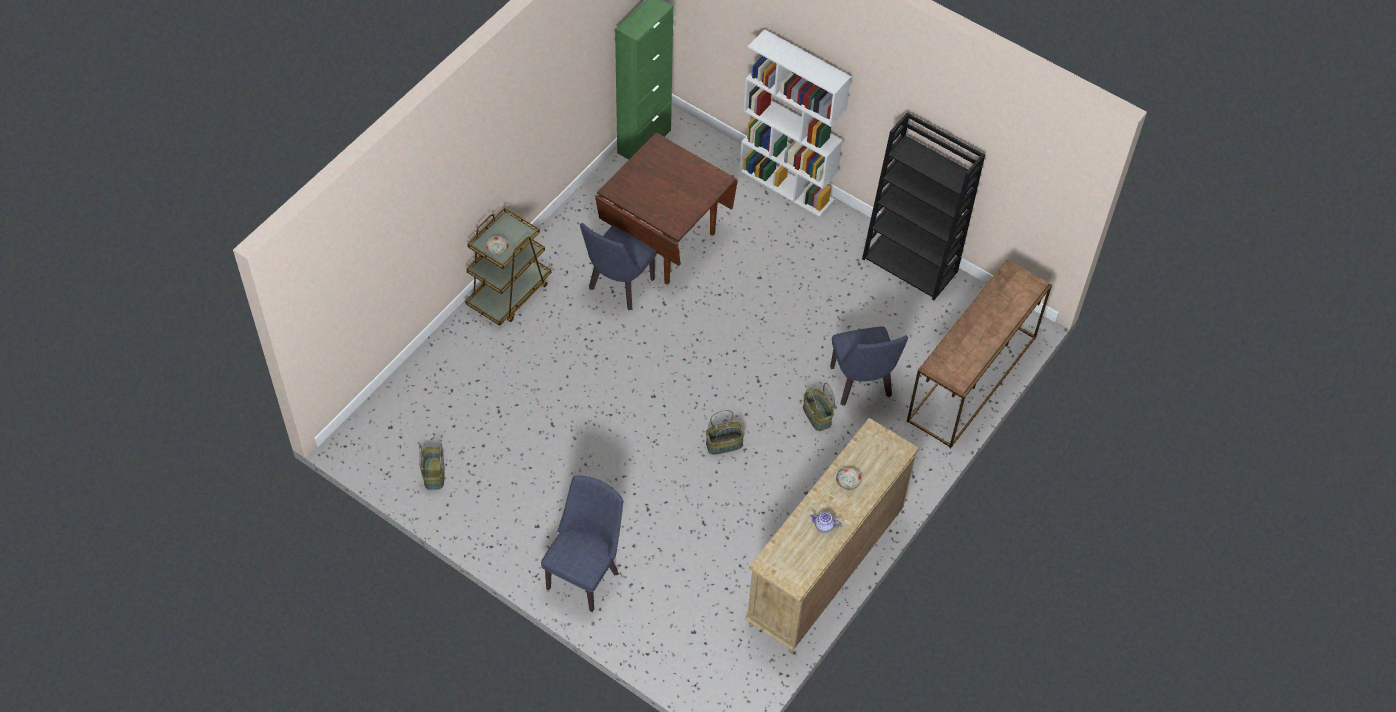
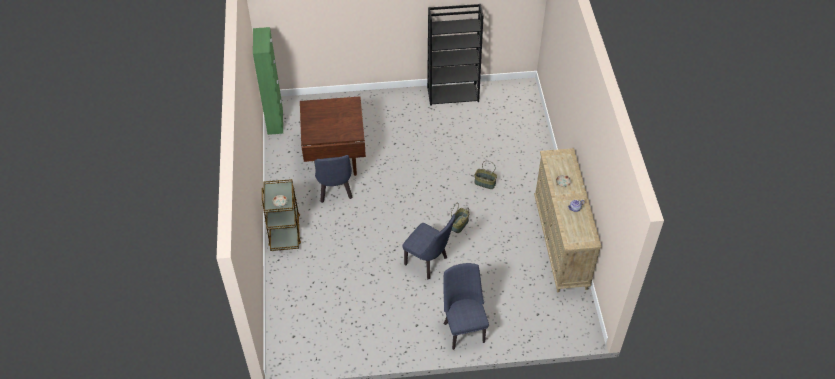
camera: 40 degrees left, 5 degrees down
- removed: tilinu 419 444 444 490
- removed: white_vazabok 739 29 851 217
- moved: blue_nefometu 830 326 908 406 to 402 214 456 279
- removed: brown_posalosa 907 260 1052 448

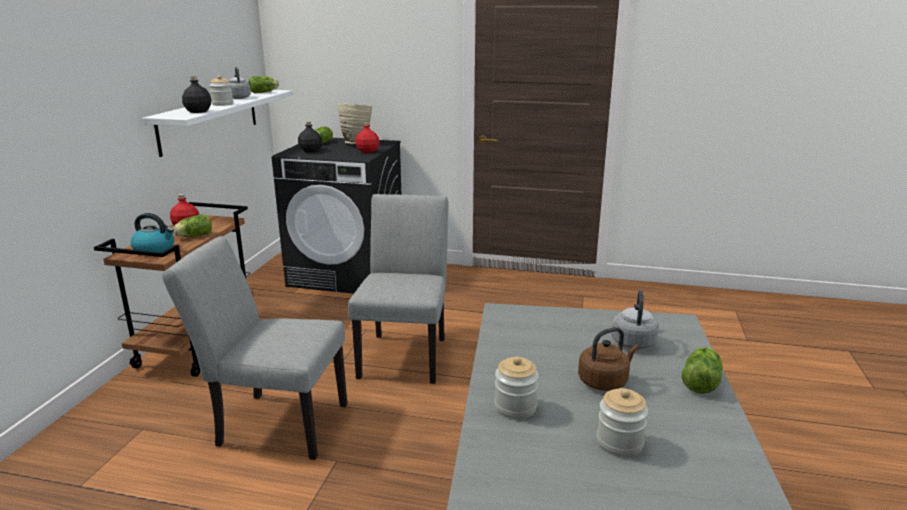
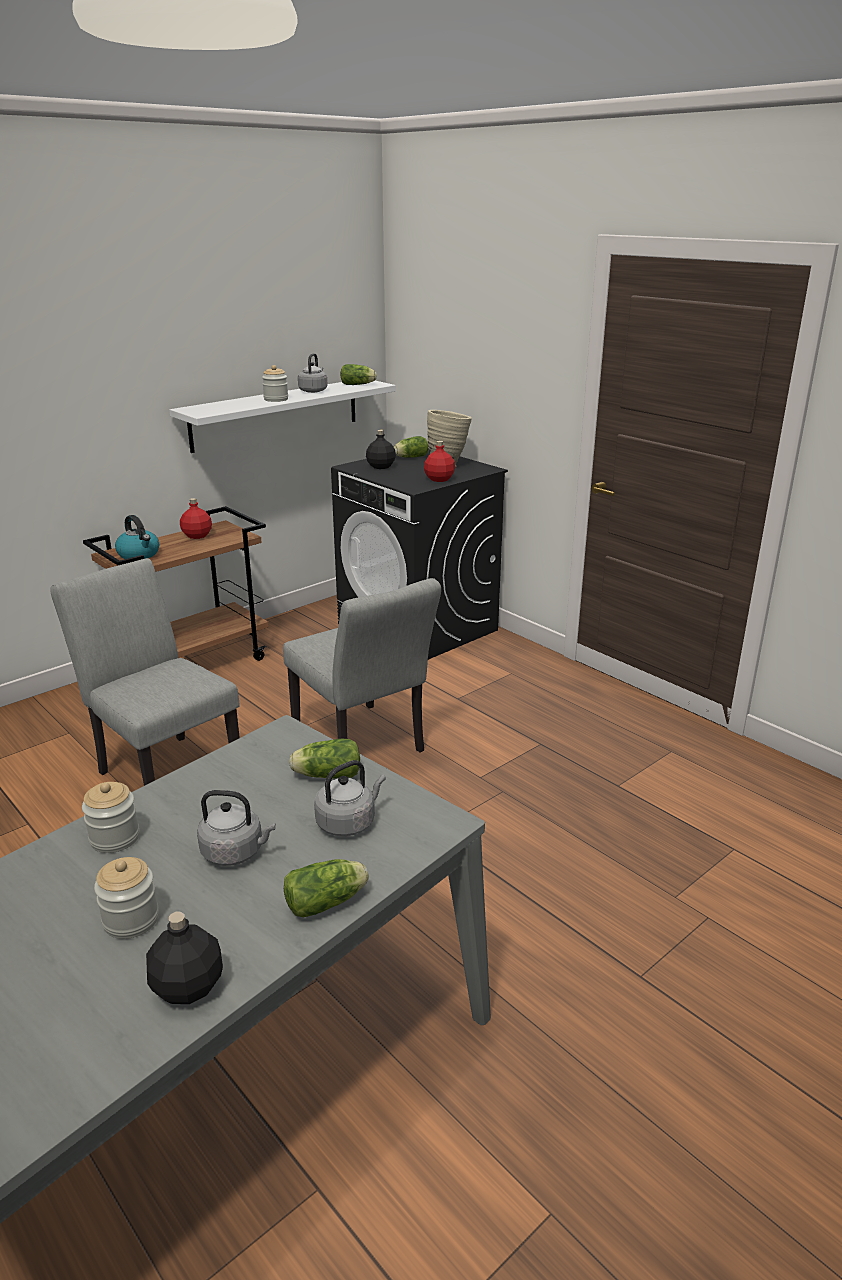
camera: 35 degrees right, 5 degrees up
- moved: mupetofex 173 214 212 237 to 289 739 360 778
- moved: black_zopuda 182 76 212 113 to 146 911 223 1004
- turned: grey_nefometu 348 194 449 384 = 283 578 441 753 105 degrees clockwise
- recoloured: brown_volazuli 578 327 639 391 to grey_volazuli 197 790 275 866

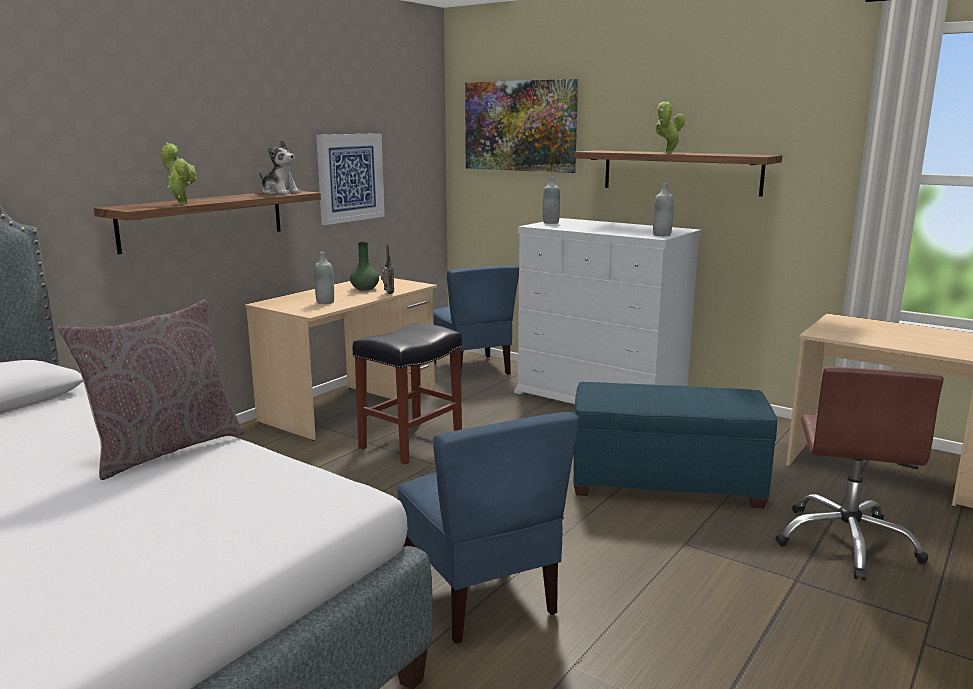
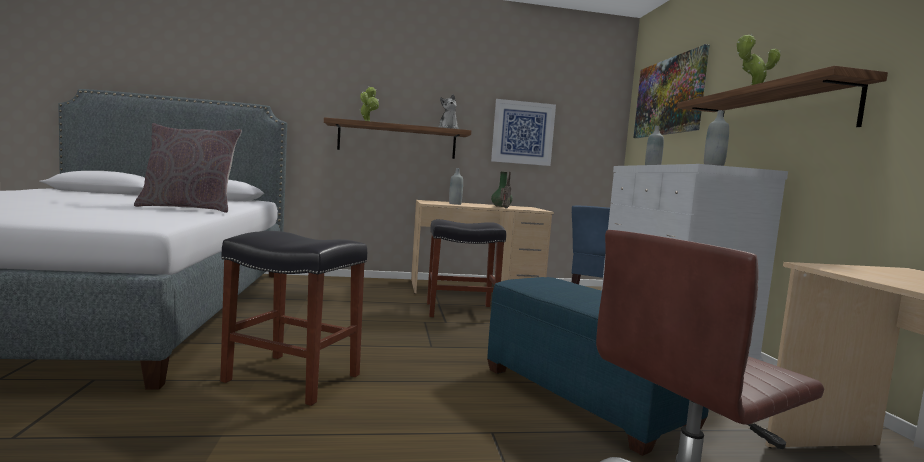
camera: 45 degrees right, 10 degrees down
- replaced: blue_nefometu 397 412 579 644 to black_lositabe 220 231 367 406

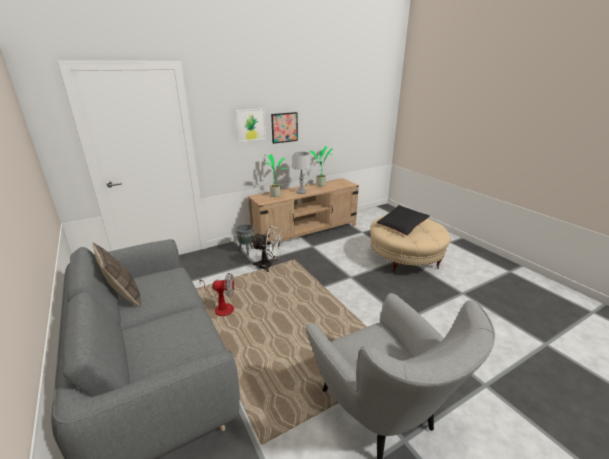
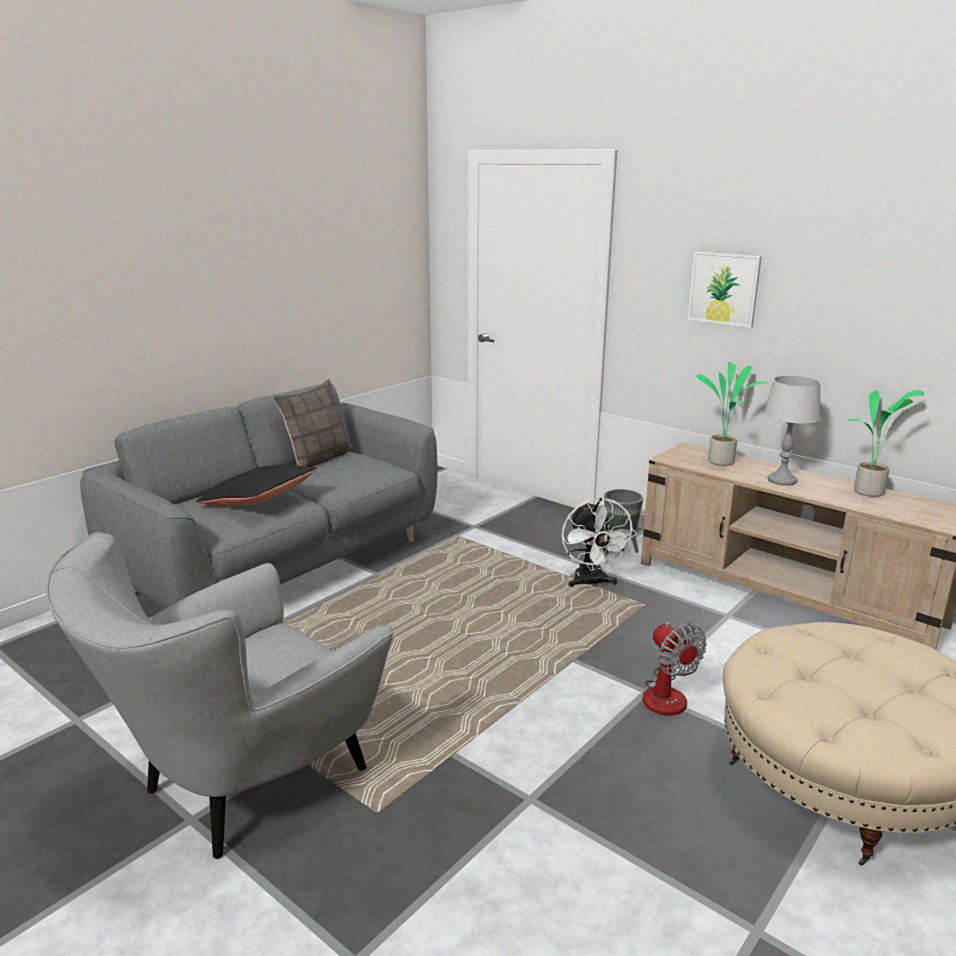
camera: 70 degrees right, 5 degrees down
- moved: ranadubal 199 273 234 316 to 643 615 706 716
- removed: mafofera 271 112 298 144
- moved: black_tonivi 376 205 430 236 to 196 464 317 507

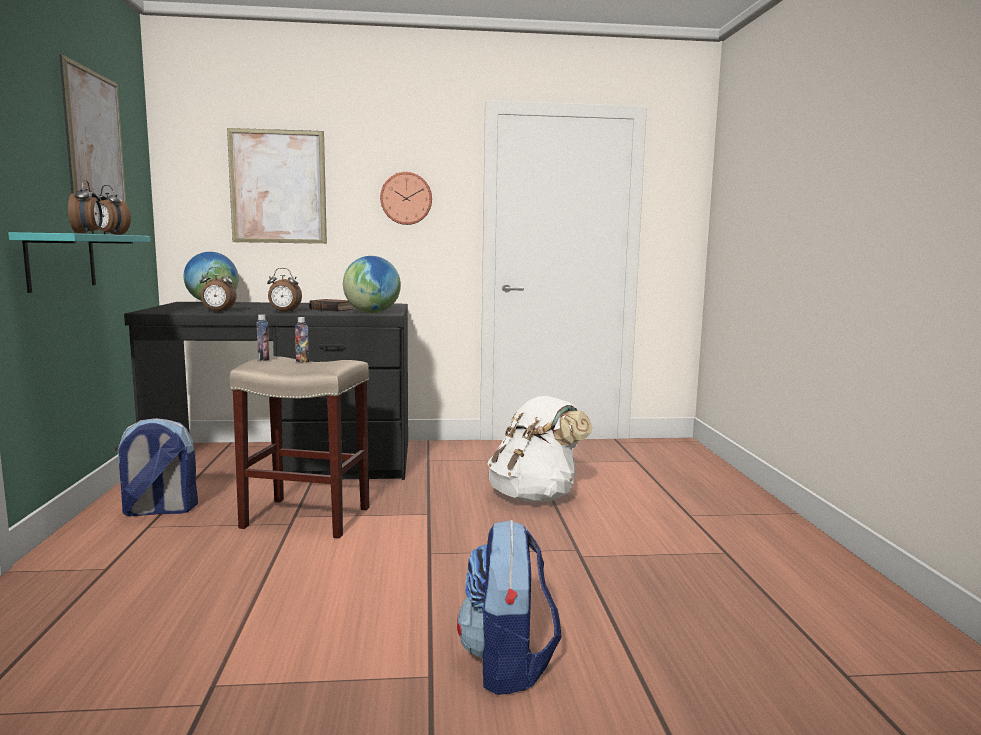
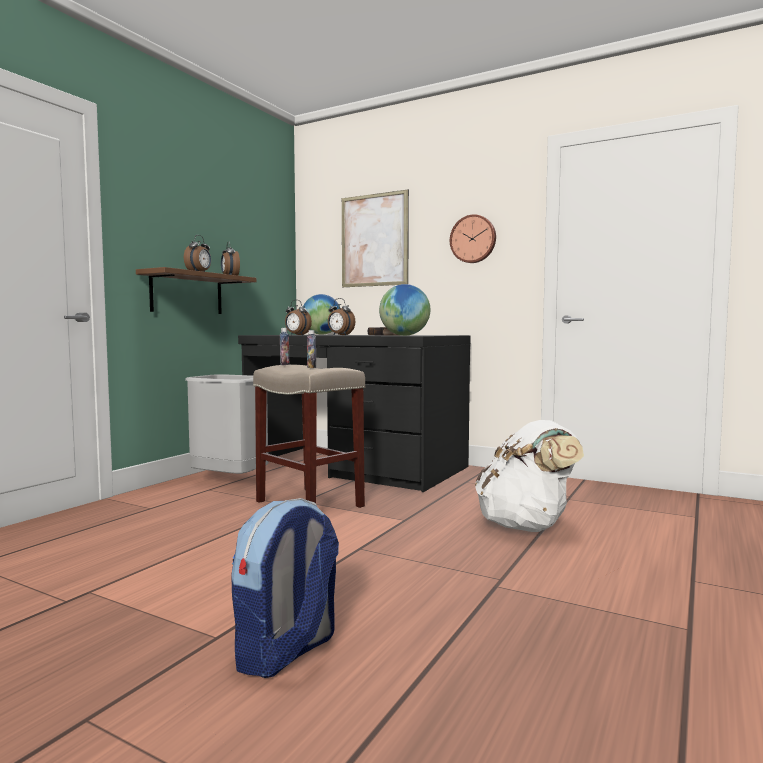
camera: 35 degrees right, 5 degrees down
- recoloured: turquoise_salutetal 8 232 151 293 to brown_salutetal 136 267 256 314
- removed: mafofera 59 54 126 203
- replaced: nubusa 115 418 198 517 to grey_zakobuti 185 374 268 474

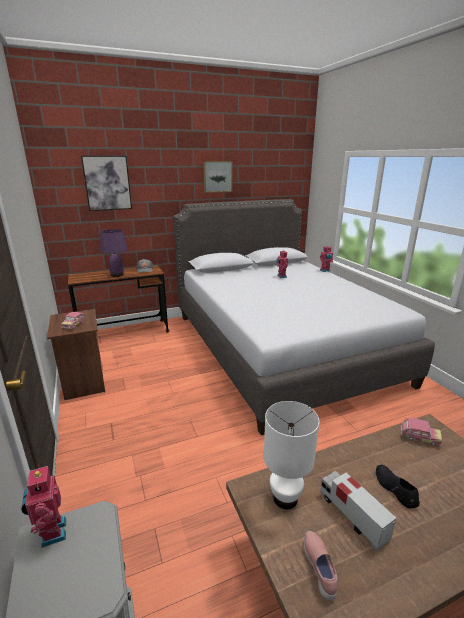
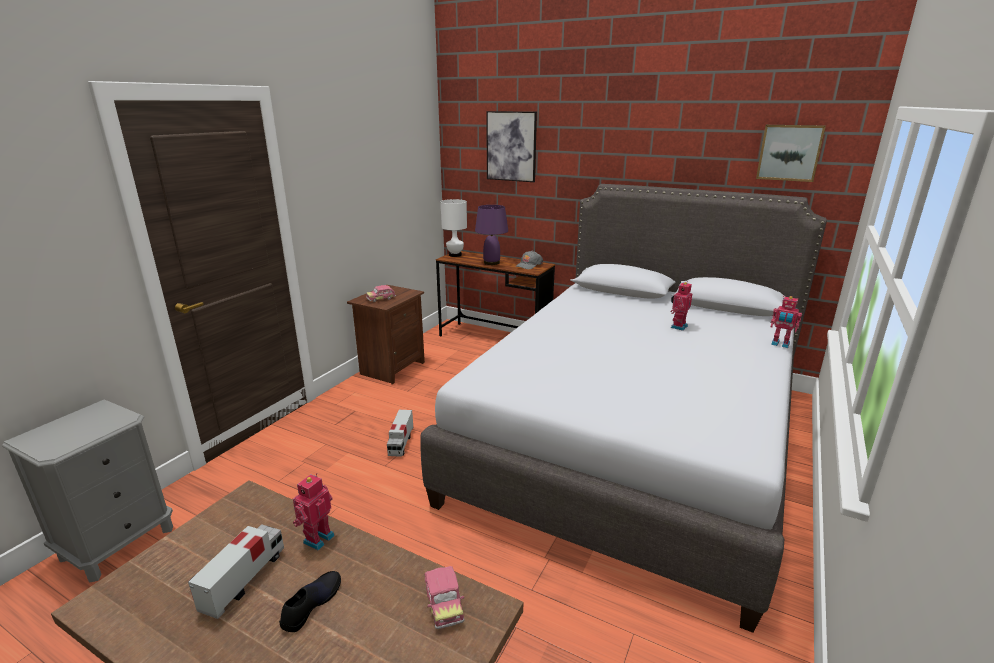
camera: 50 degrees right, 0 degrees up
- moved: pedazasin 21 465 66 548 to 293 473 335 550
- moved: mafofera 203 161 232 193 to 756 125 826 182
- moved: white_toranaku 264 401 319 510 to 441 199 467 257
- removed: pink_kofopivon 304 531 338 600
- added: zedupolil 387 410 413 457

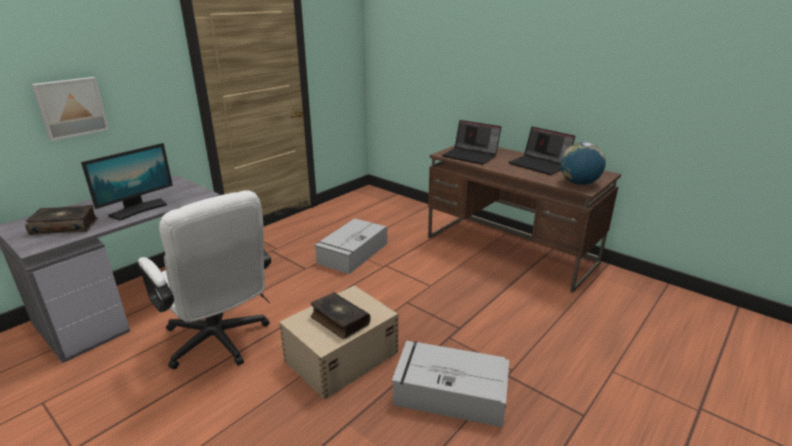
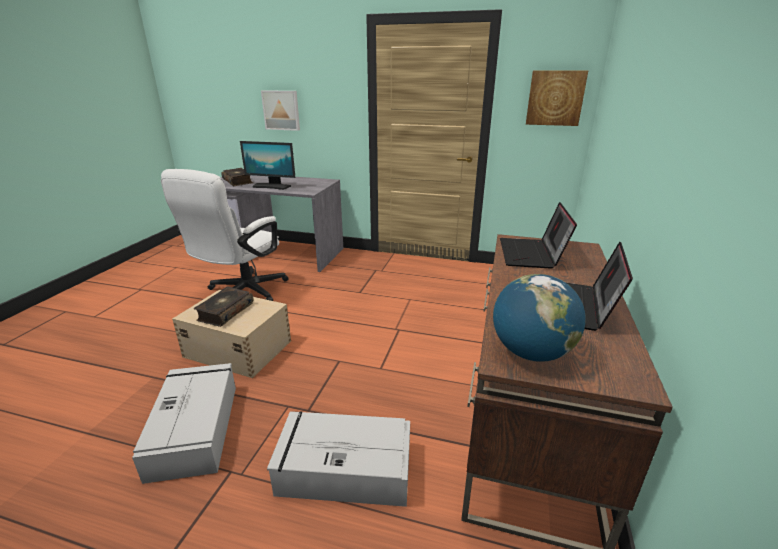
camera: 65 degrees right, 0 degrees up
- moved: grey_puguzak 314 218 387 274 to 267 411 410 507
- added: mafofera 526 70 588 126

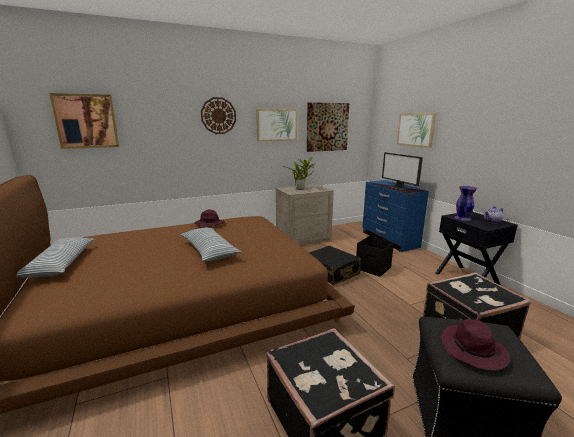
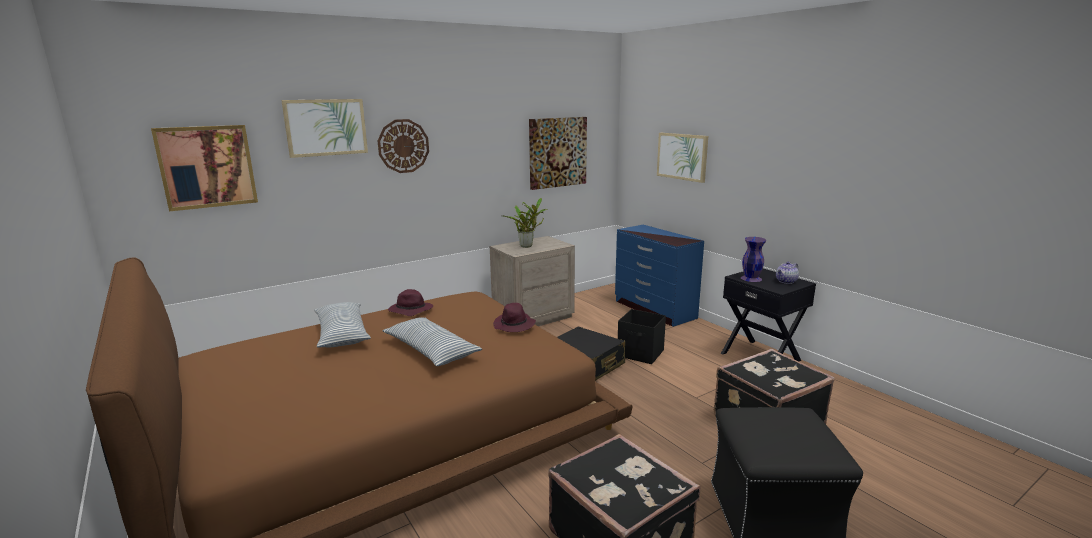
camera: 10 degrees left, 0 degrees up
- moved: tonivi 16 237 94 278 to 314 302 371 348
- moved: mafofera 256 109 297 142 to 281 99 368 158
- removed: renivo 382 152 423 190
- moved: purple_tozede 441 319 510 371 to 493 303 536 332

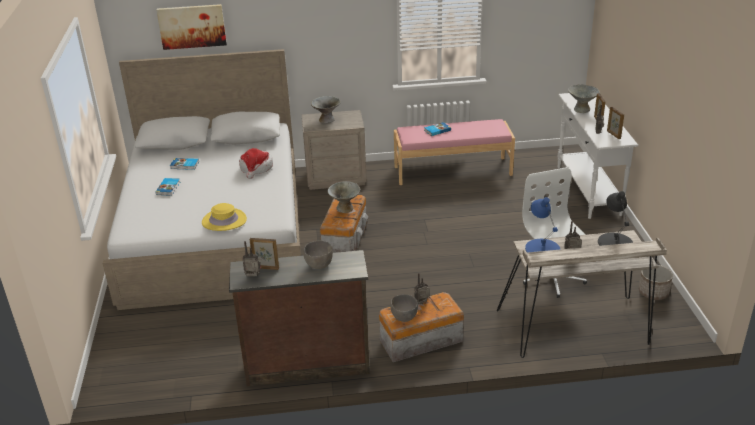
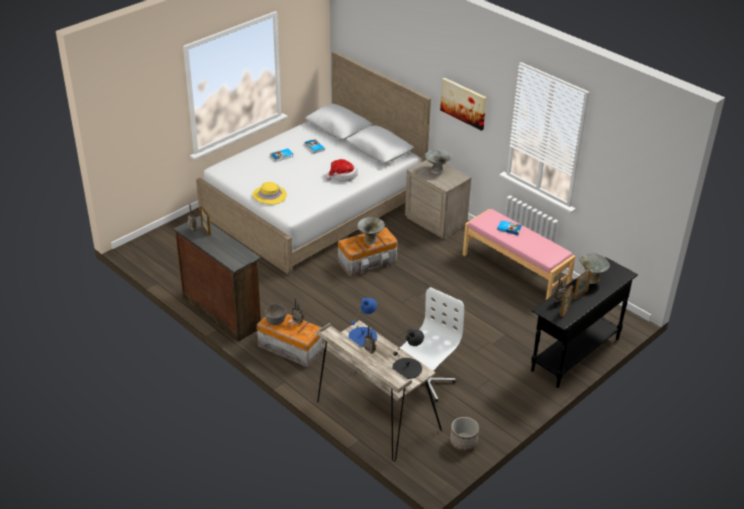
camera: 50 degrees right, 5 degrees up
- moved: mafofera 156 4 227 50 to 440 78 487 131
- removed: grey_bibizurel 303 241 333 269
- recoloured: white_posalosa 558 93 638 219 to black_posalosa 531 257 638 388

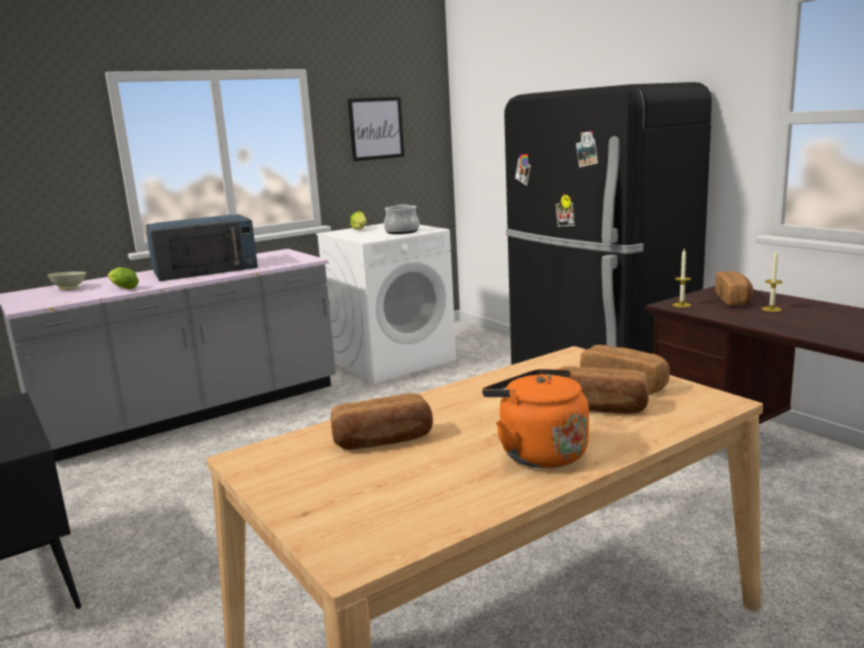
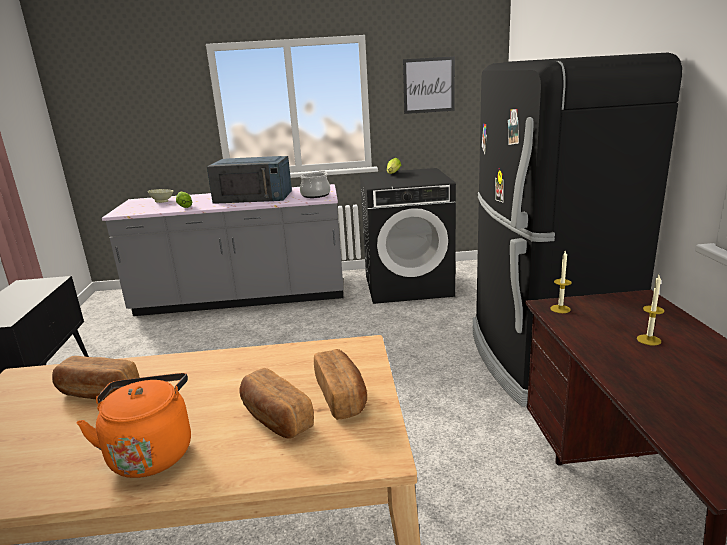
camera: 30 degrees right, 5 degrees up
- recoloured: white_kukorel 316 223 456 384 to black_kukorel 360 168 456 304
- moved: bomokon 384 204 419 234 to 300 171 330 198
- removed: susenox 715 271 753 306

